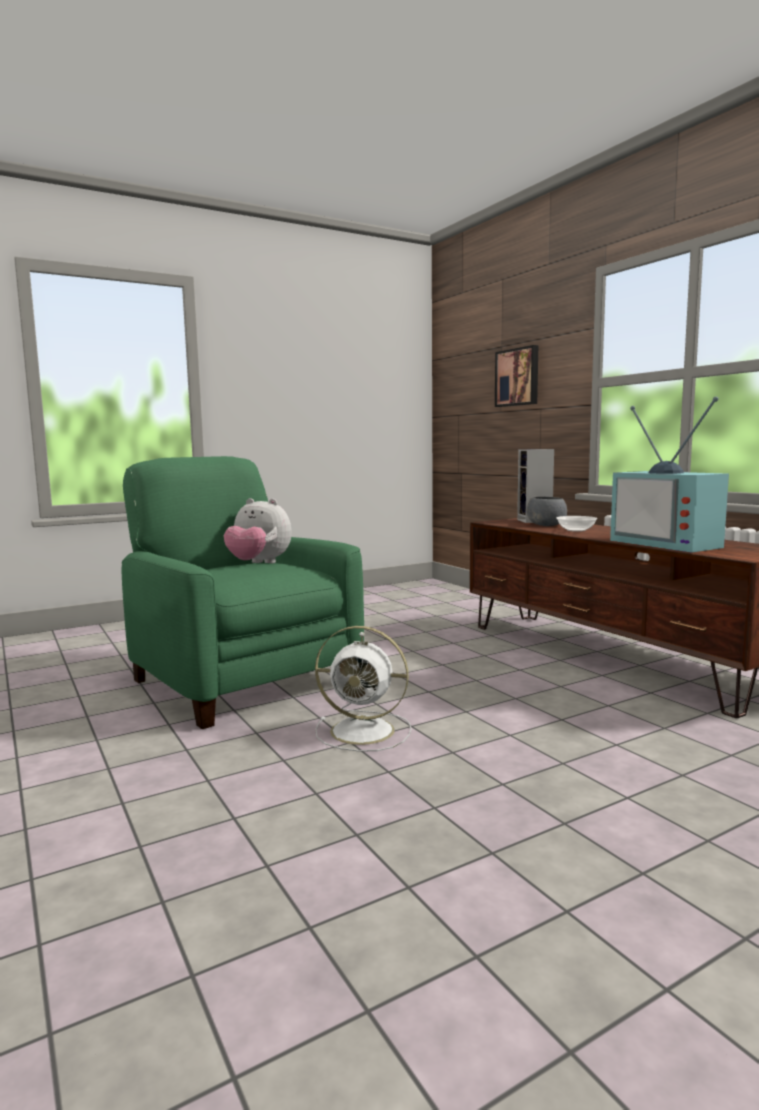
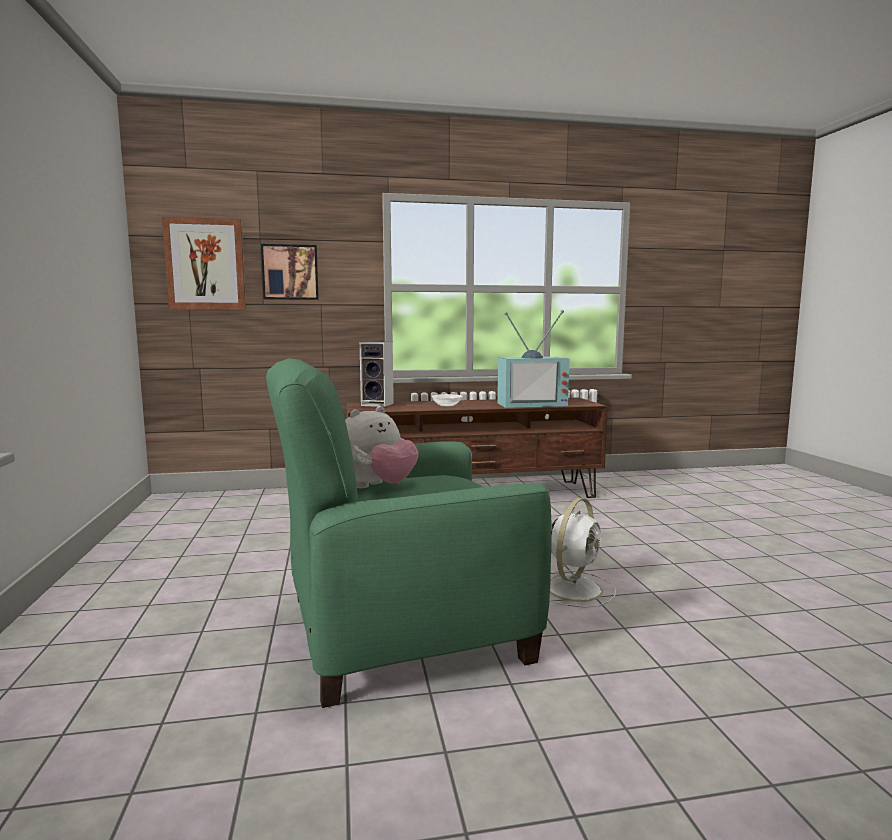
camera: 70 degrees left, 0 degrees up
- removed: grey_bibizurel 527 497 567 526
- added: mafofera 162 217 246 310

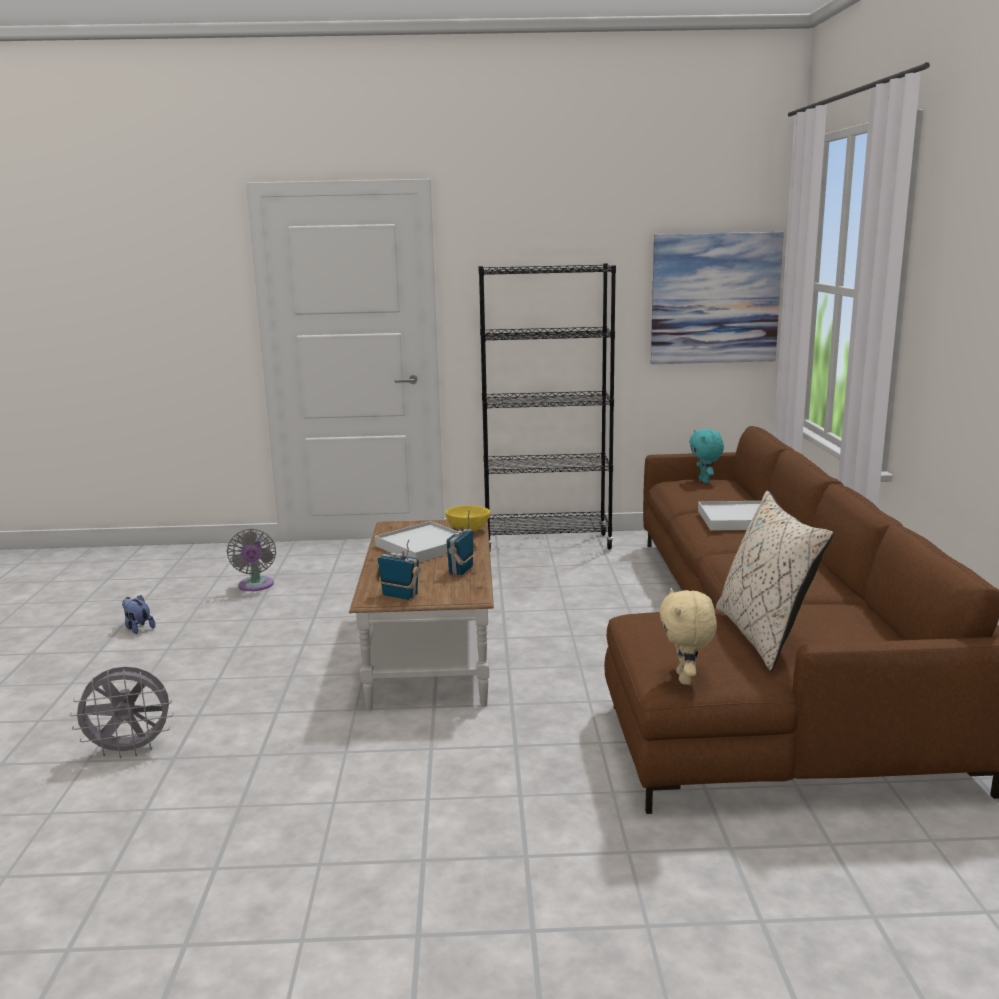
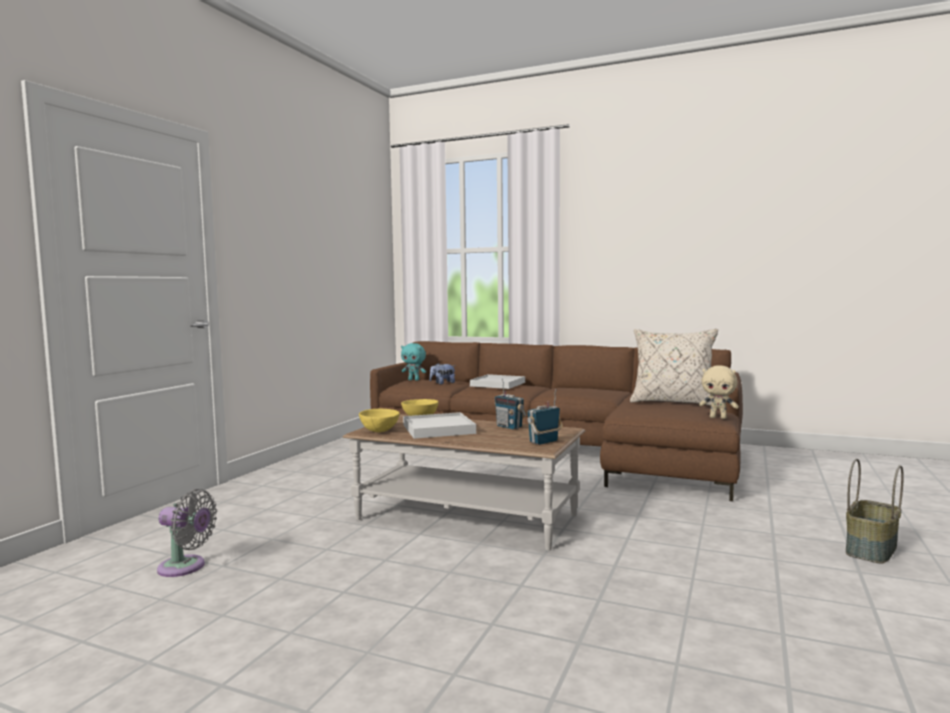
camera: 65 degrees left, 10 degrees down
- removed: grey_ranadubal 70 667 174 759
- moved: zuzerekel 122 595 155 634 to 429 363 455 385
- removed: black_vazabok 479 263 616 549
- removed: mafofera 651 232 784 364
- added: yellow_bibizurel 359 409 400 432
- added: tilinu 846 459 904 563

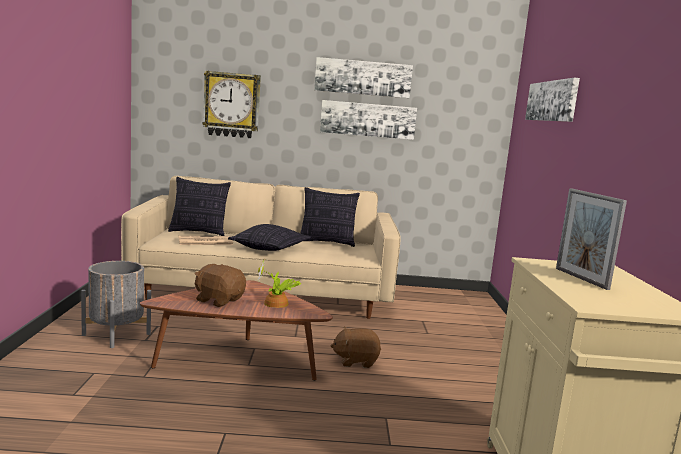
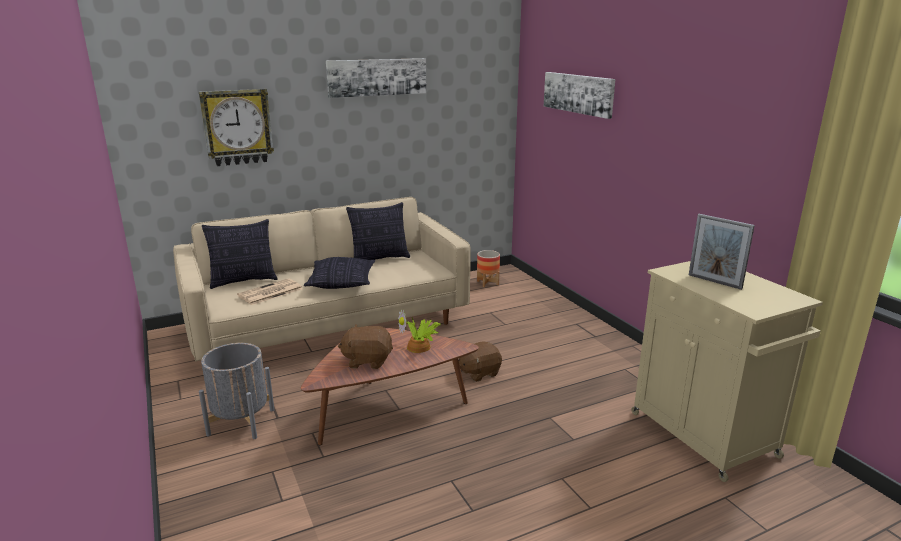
camera: 25 degrees left, 10 degrees up
- removed: mafofera 320 100 417 140
- added: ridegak 477 250 500 287

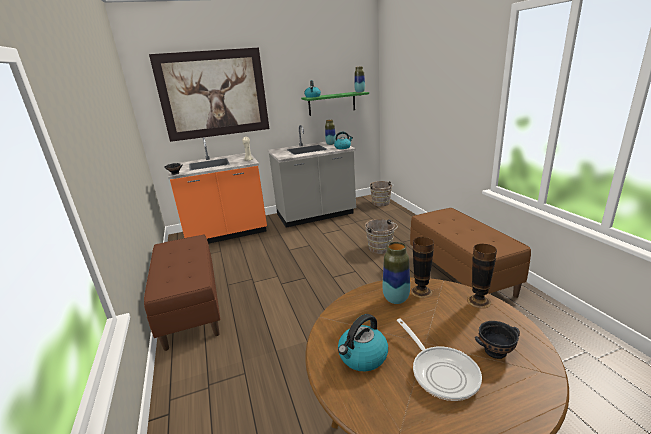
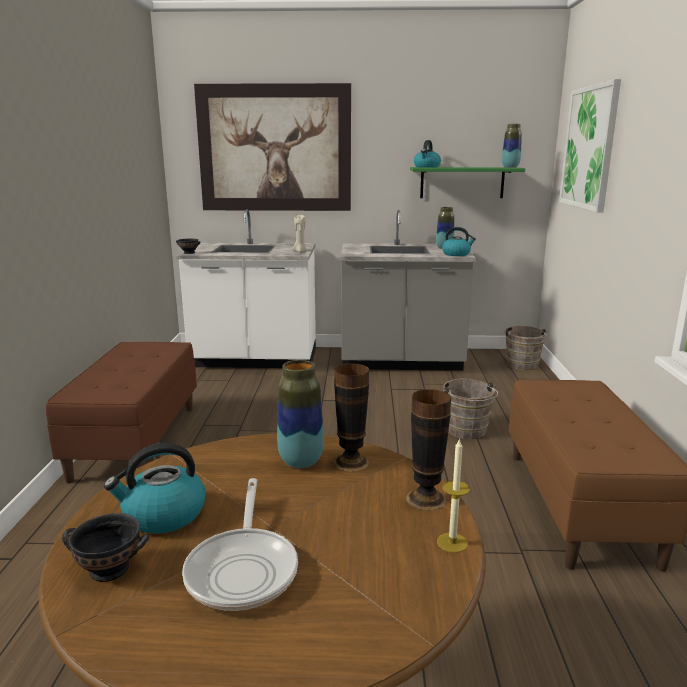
camera: 20 degrees right, 5 degrees down
- recoloured: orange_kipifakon 168 137 267 244 to white_kipifakon 176 209 316 368
- moved: black_bibizurel 475 321 520 359 to 62 513 150 582
- added: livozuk 437 438 470 553
- added: mafofera 559 79 621 212

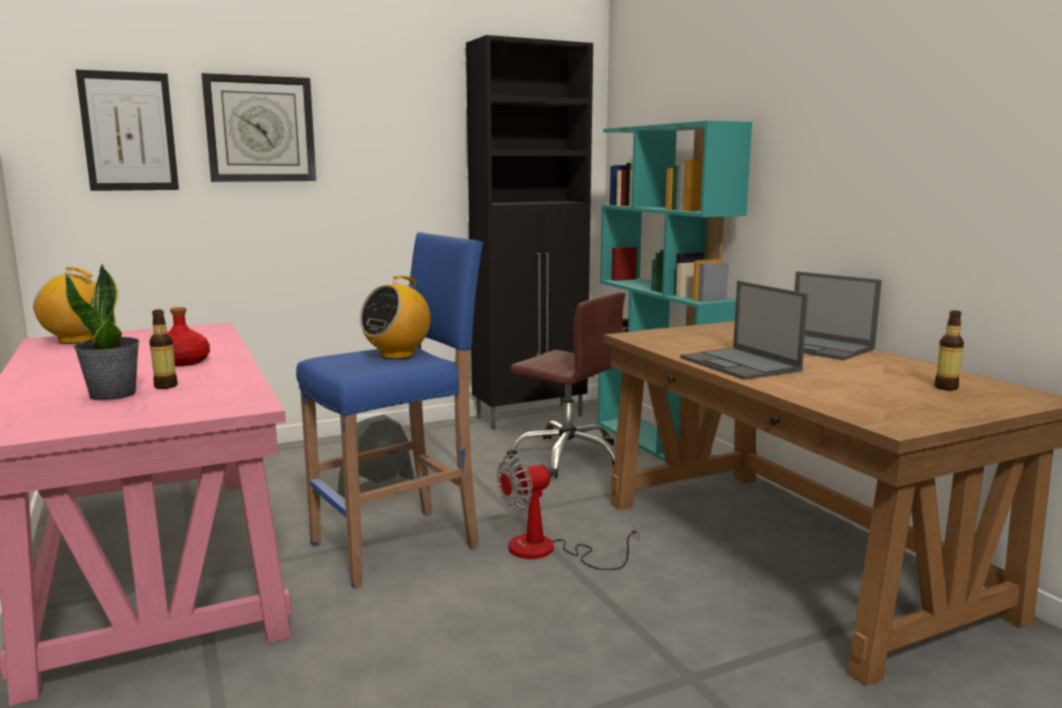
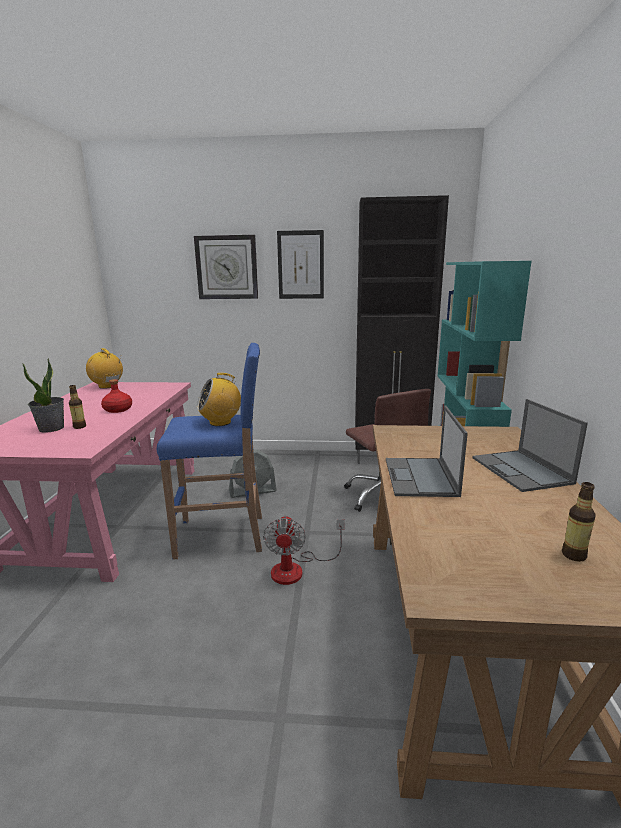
camera: 30 degrees right, 5 degrees up
- moved: mafofera 76 70 179 191 to 277 230 324 299
- turned: ranadubal 497 454 640 570 = 263 515 345 585 90 degrees counterclockwise

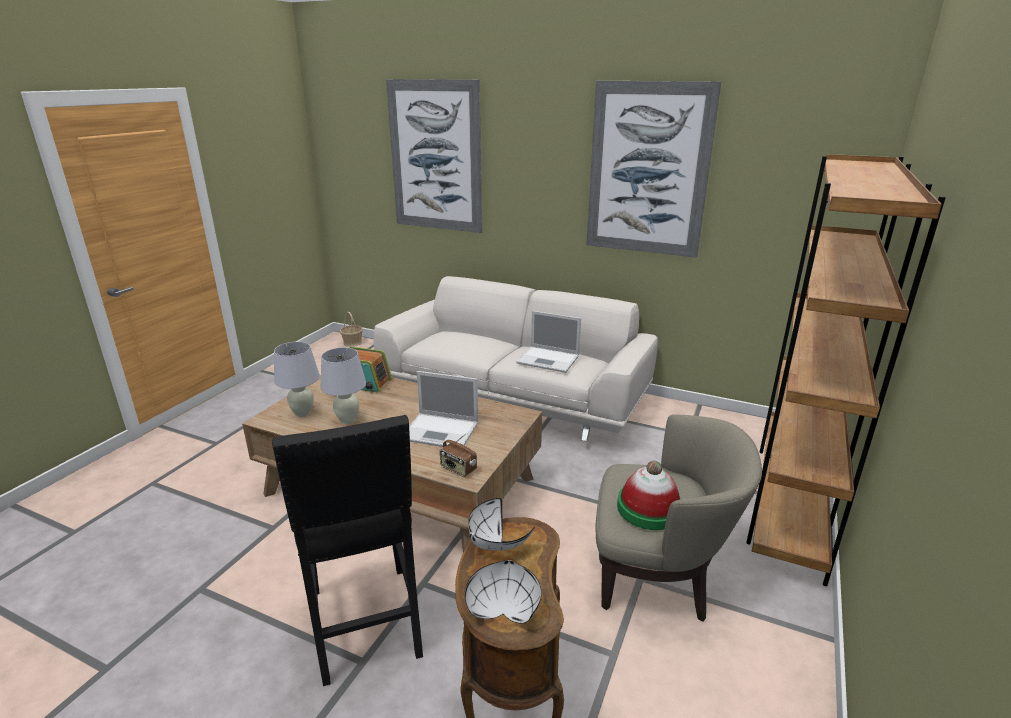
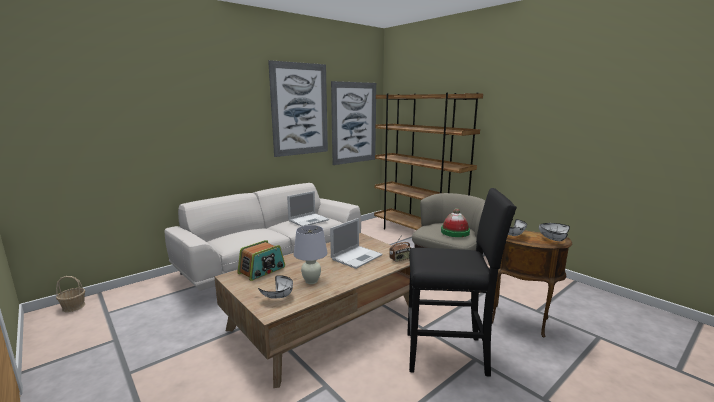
camera: 65 degrees left, 10 degrees down
- replaced: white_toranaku 274 342 320 417 to white_bibizurel 258 275 293 299
- moved: mafofera 386 79 482 233 to 331 81 376 165

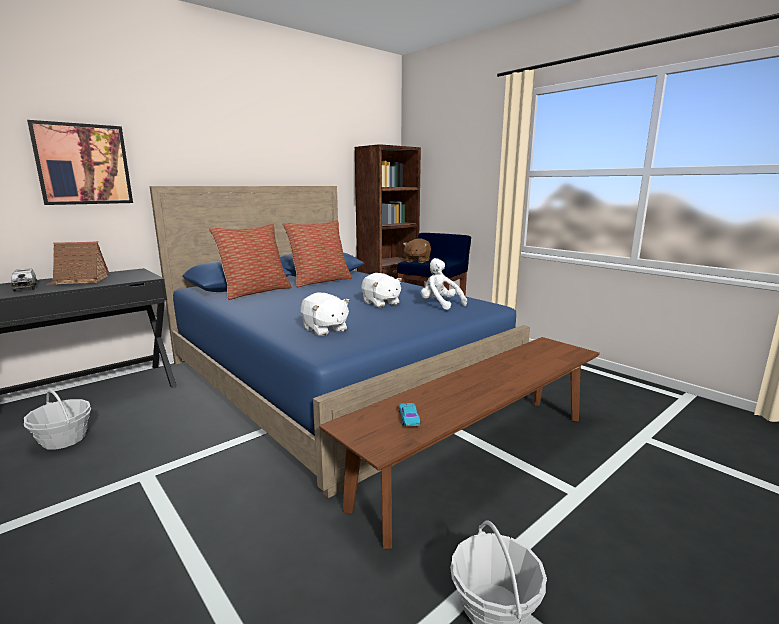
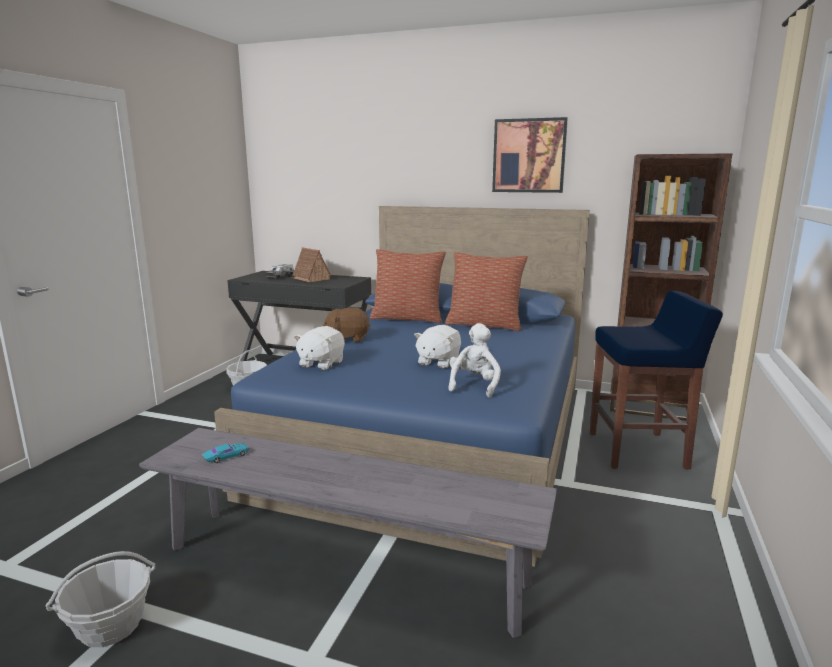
camera: 60 degrees right, 0 degrees up
- moved: mafofera 27 120 133 205 to 492 117 568 193
- recoloured: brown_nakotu 319 337 600 549 to grey_nakotu 139 428 557 638
- moved: brown_zuzerekel 403 238 431 263 to 322 308 370 342

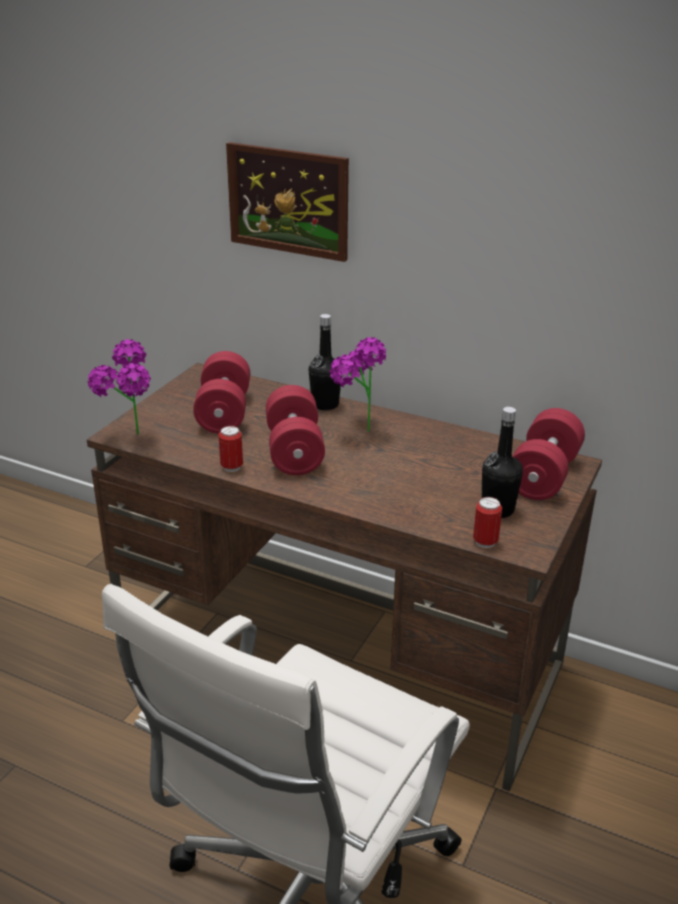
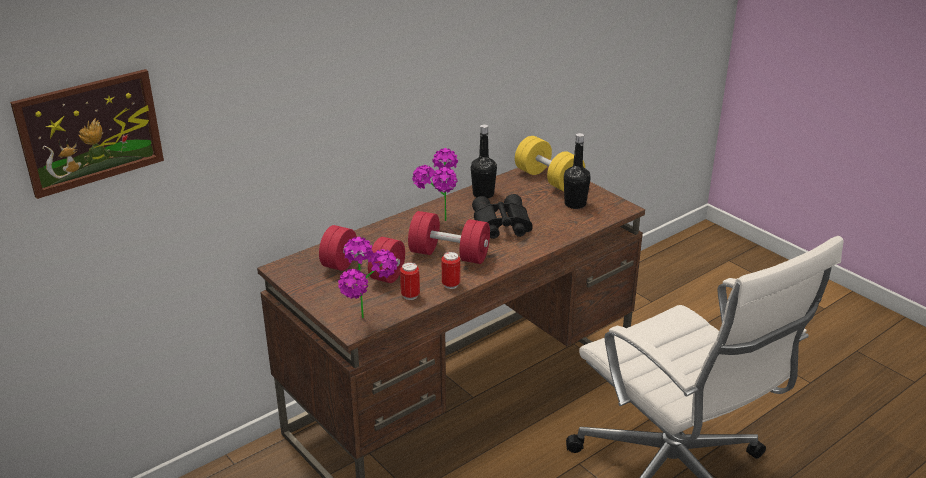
camera: 65 degrees left, 0 degrees up
- moved: mafofera 226 142 349 262 to 10 69 164 199
- moved: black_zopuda 309 314 342 410 to 471 124 497 198
- moved: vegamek 473 497 502 548 to 400 262 420 300
- recoloured: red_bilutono 512 408 585 500 to yellow_bilutono 515 136 585 191
- added: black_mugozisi 472 194 533 239

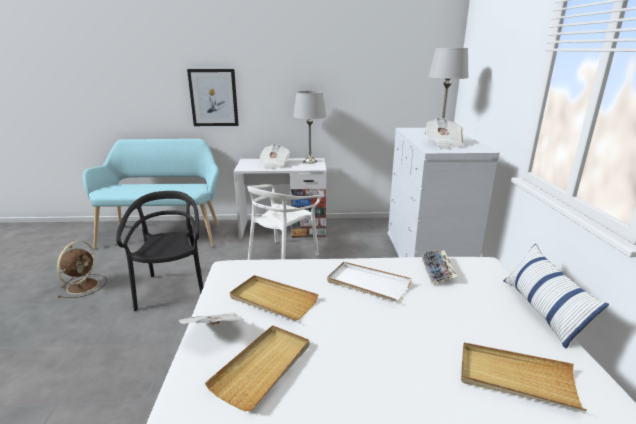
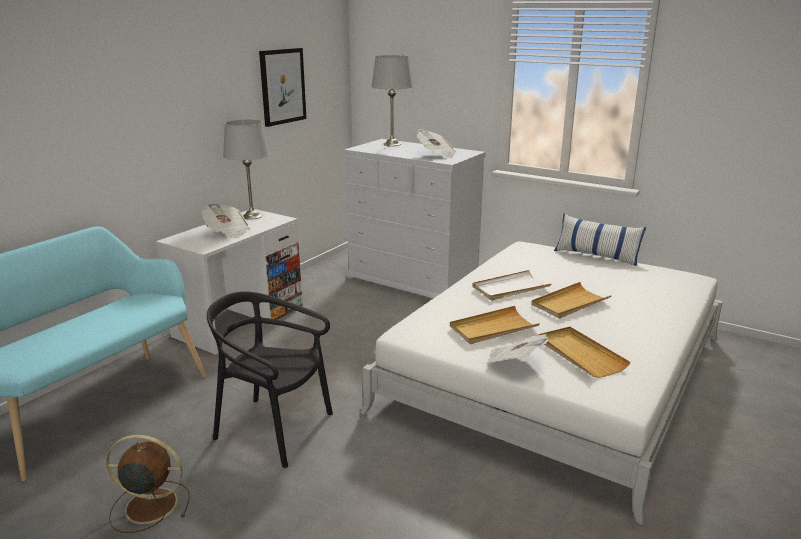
camera: 55 degrees left, 0 degrees up
- turned: brown_ranadubal 57 241 107 298 = 106 434 190 533 45 degrees counterclockwise
- moved: mafofera 187 69 239 126 to 259 48 306 127
- removed: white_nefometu 247 184 321 260
- removed: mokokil 421 249 458 285
- moved: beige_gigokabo 461 342 587 411 to 531 282 612 319

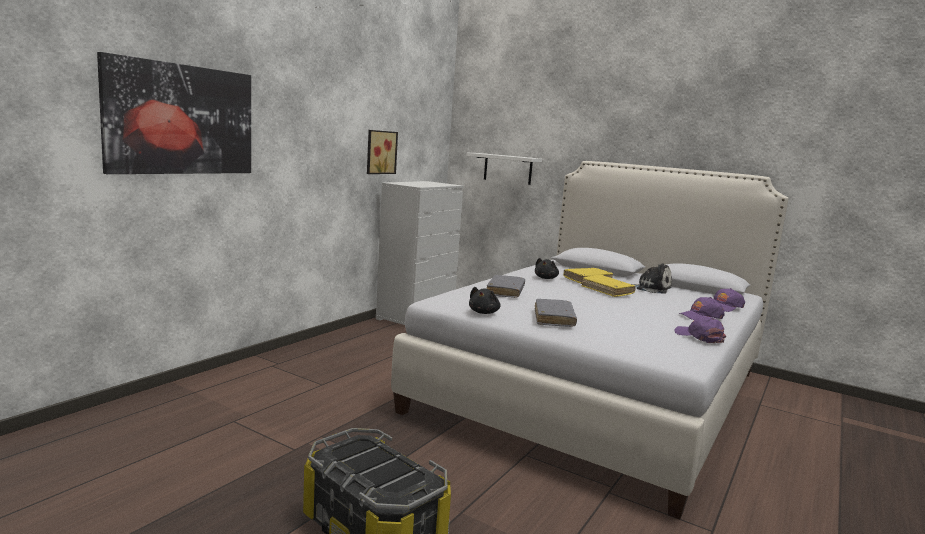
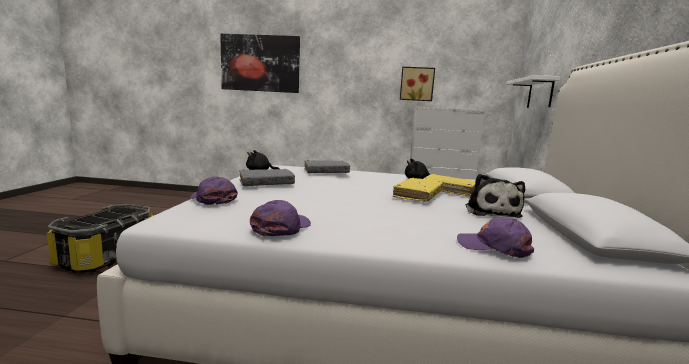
camera: 65 degrees right, 0 degrees up
- moved: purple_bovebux 679 297 725 320 to 190 176 238 205

